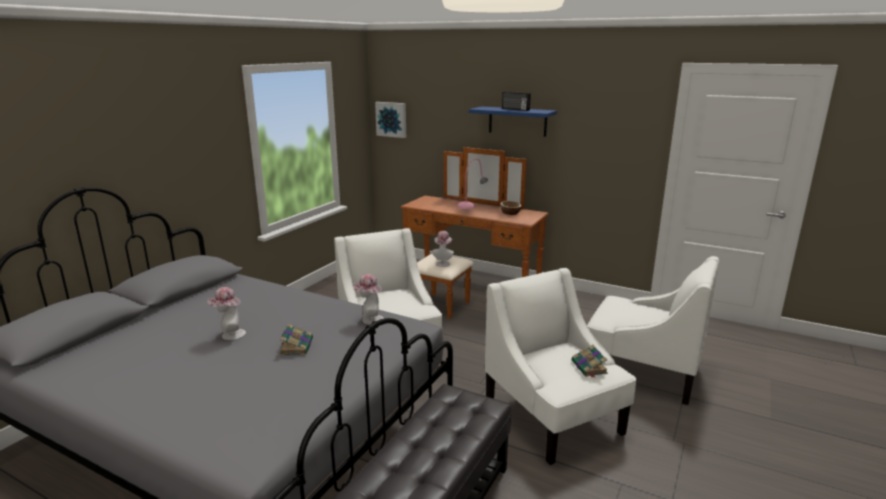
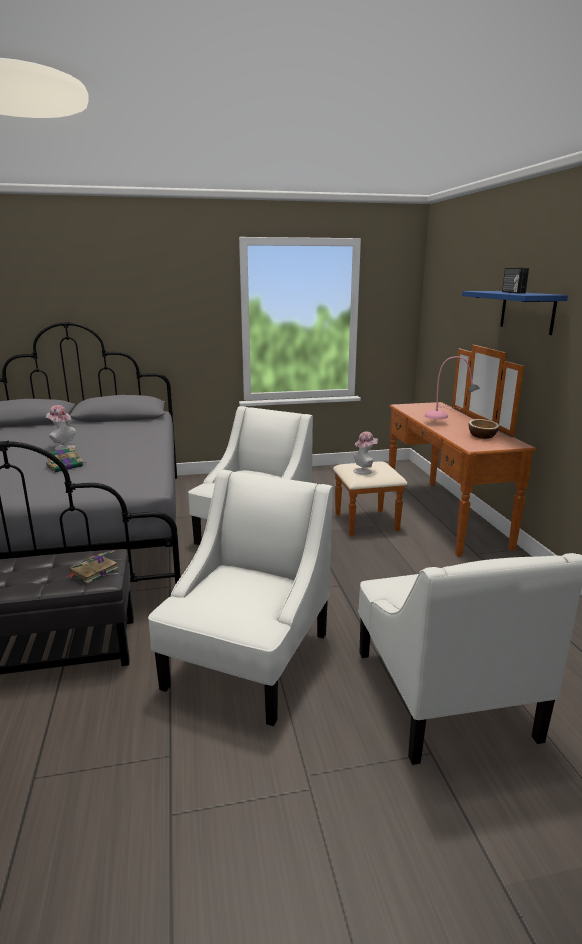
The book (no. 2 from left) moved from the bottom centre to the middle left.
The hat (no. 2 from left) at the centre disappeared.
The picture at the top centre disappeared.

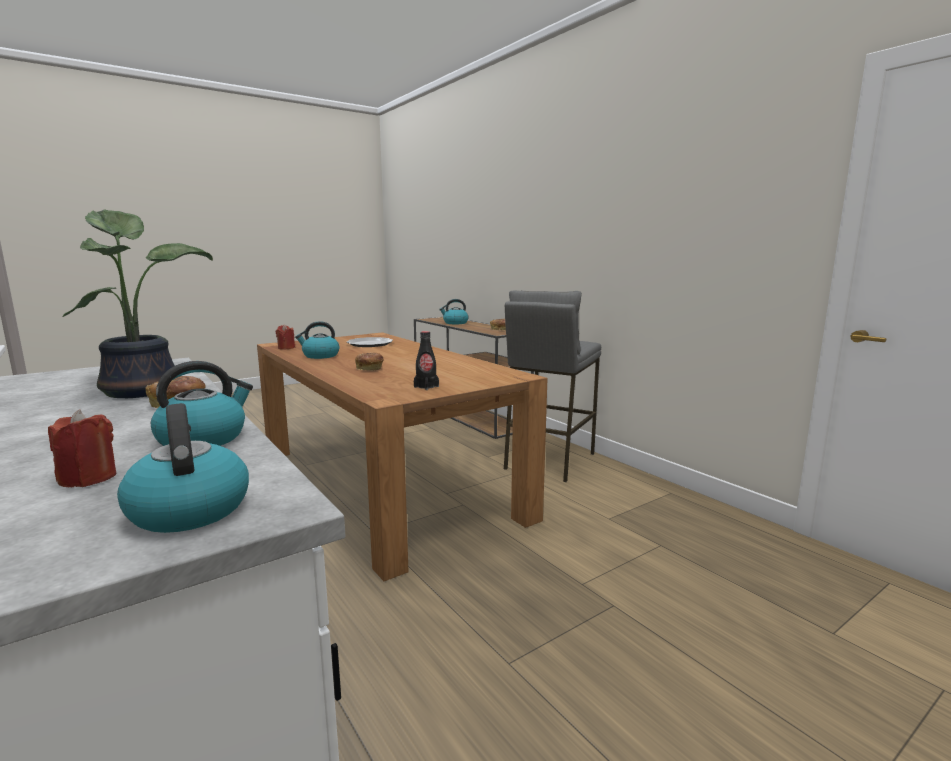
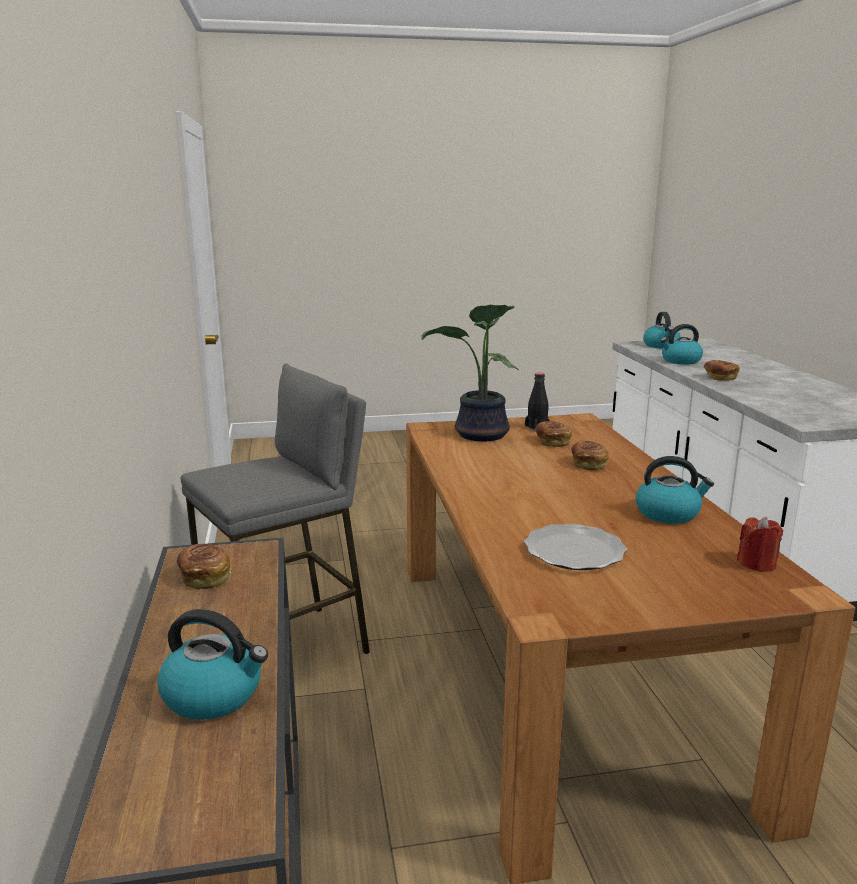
The potted plant moved from the middle left to the centre.
The bread (no. 2 from left) at the centre appeared.
The red candle (no. 1 from left) at the middle left disappeared.

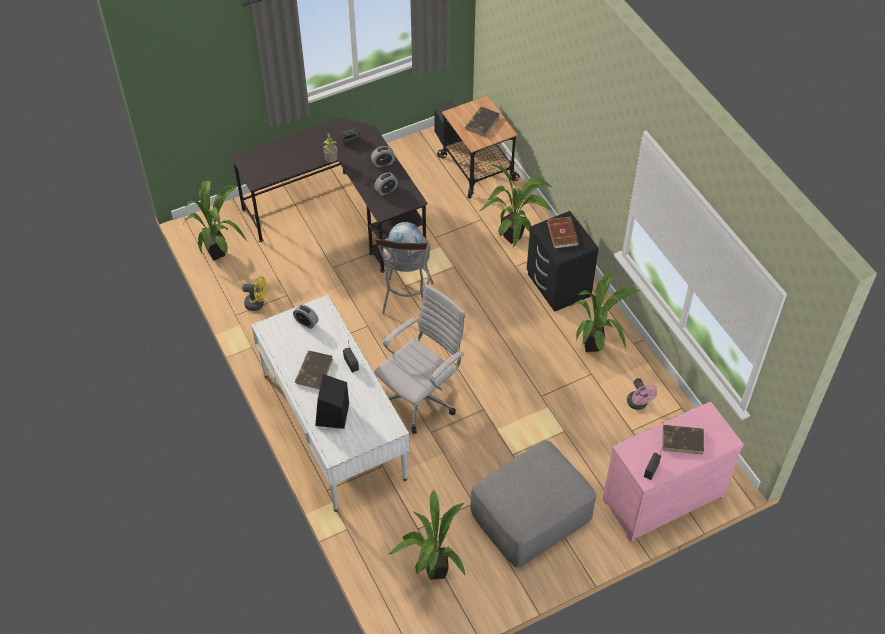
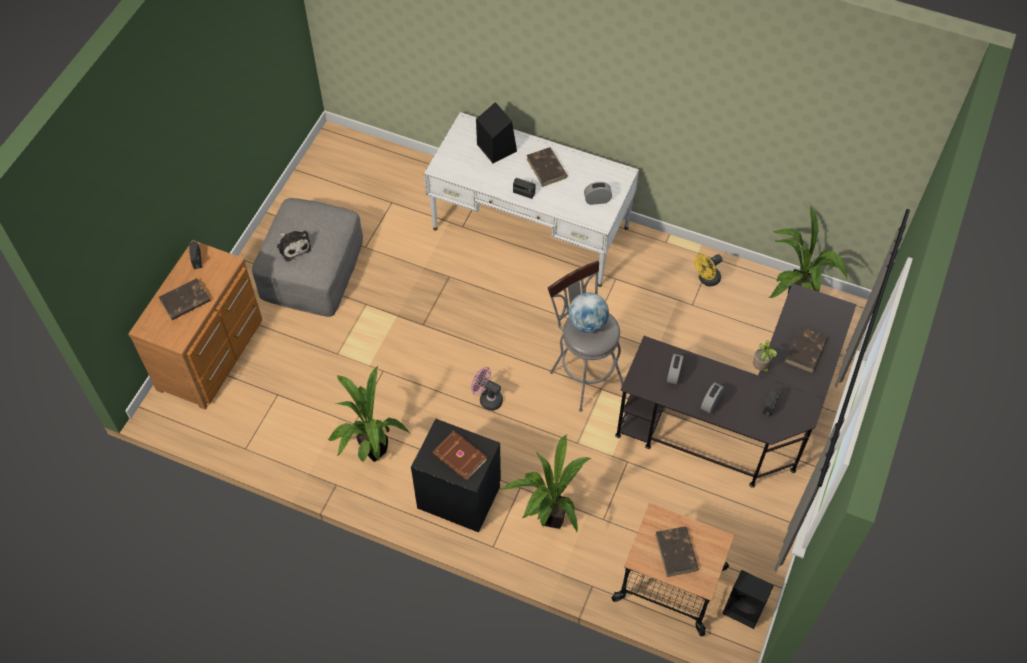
The pink dresser at the bottom right became the brown dresser at the middle left.
The plush toy at the middle left appeared.
The pink fan moved from the middle right to the centre.
The brown book (no. 5 from left) at the middle right appeared.
The white office chair at the centre disappeared.
The potted plant (no. 3 from left) at the bottom centre disappeared.

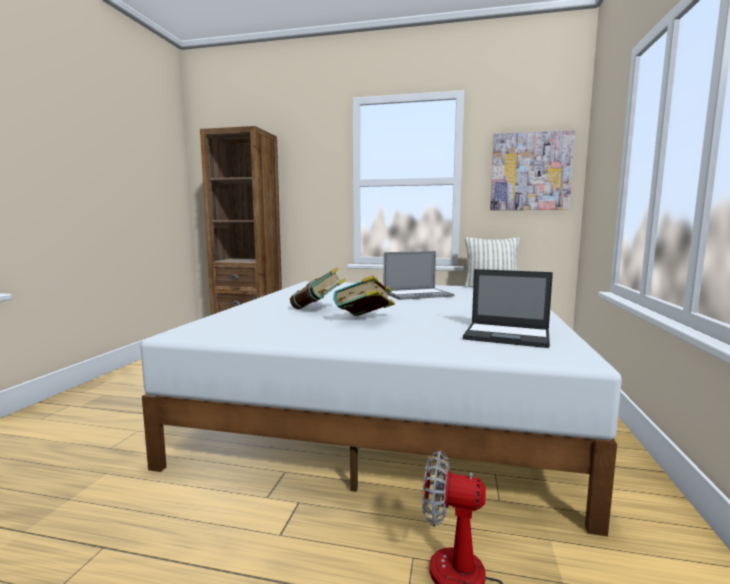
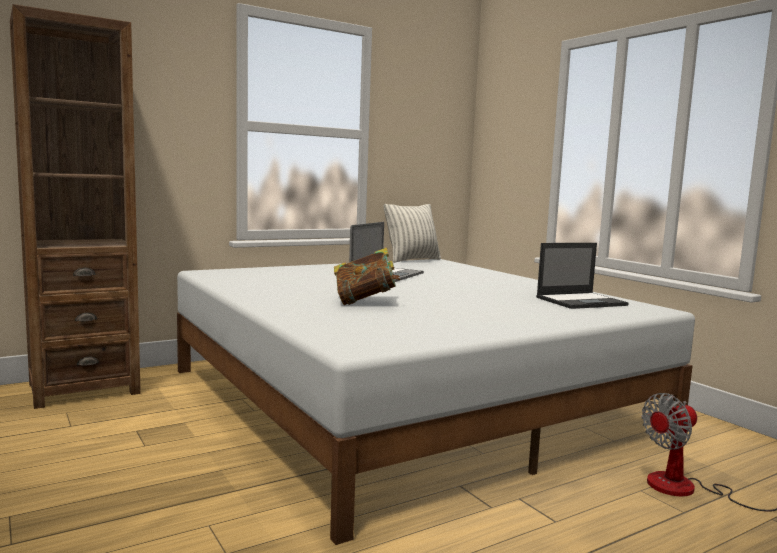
The book (no. 2 from left) at the centre disappeared.
The picture at the top right disappeared.

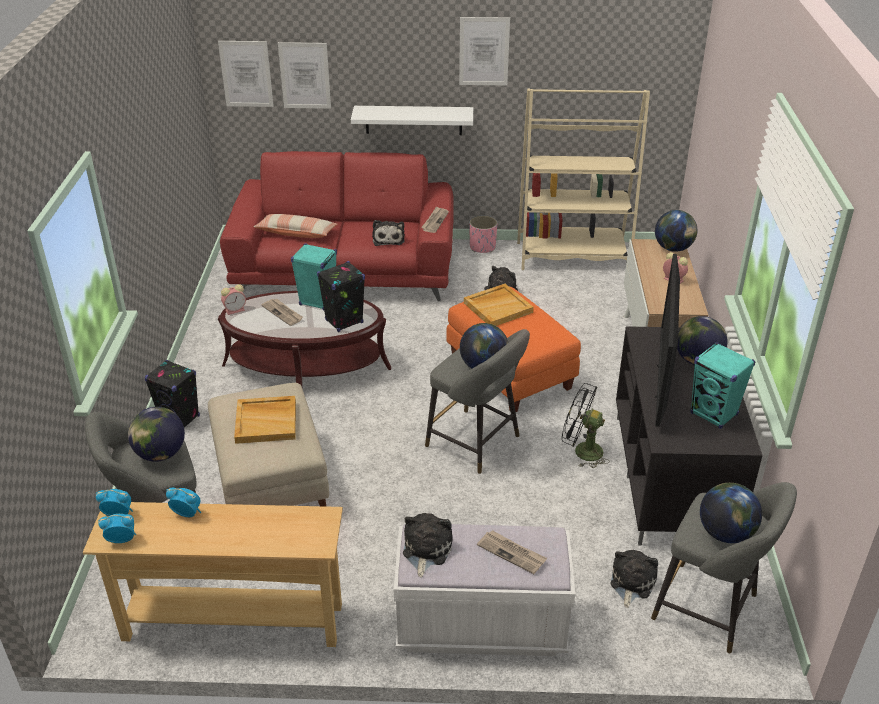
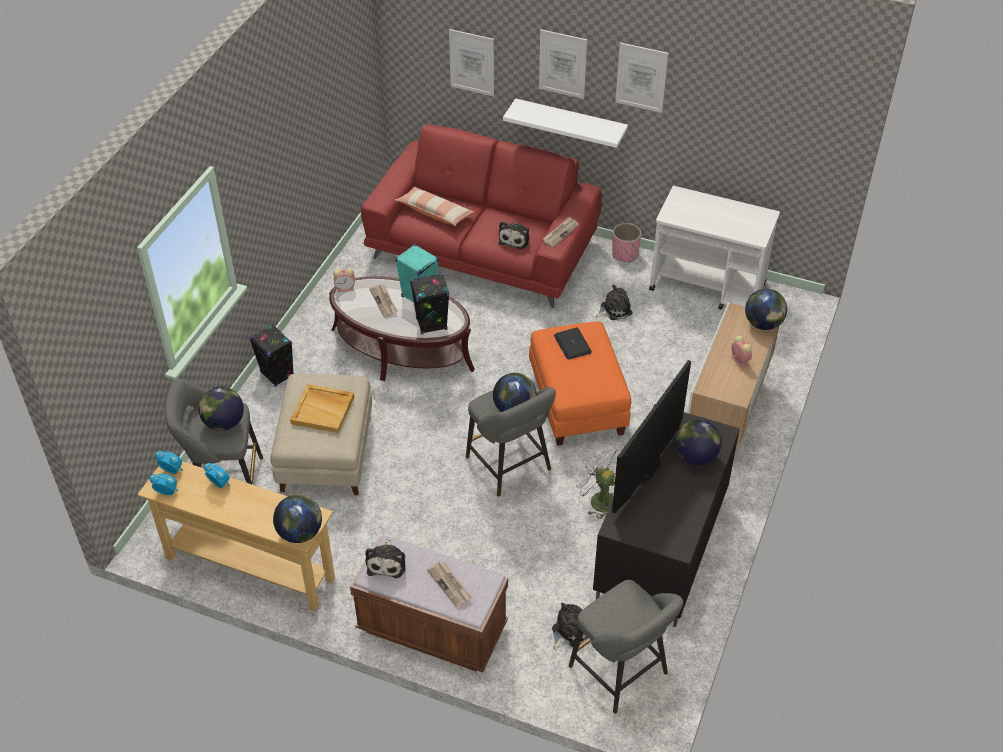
The globe (no. 5 from left in the first image) moved from the bottom right to the bottom left.
The white bench at the bottom centre became the brown bench at the bottom centre.
The plush toy (no. 2 from left in the first image) at the bottom centre turned 150 degrees clockwise.
The picture (no. 1 from left in the first image) moved from the top left to the top centre.
The beige tray (no. 2 from left) at the centre was replaced by the laptop at the centre.
The black fan at the middle right became the white fan at the centre.
The beige bookcase at the top centre was replaced by the white cart at the top right.
The turquoise speaker (no. 2 from left) at the middle right disappeared.

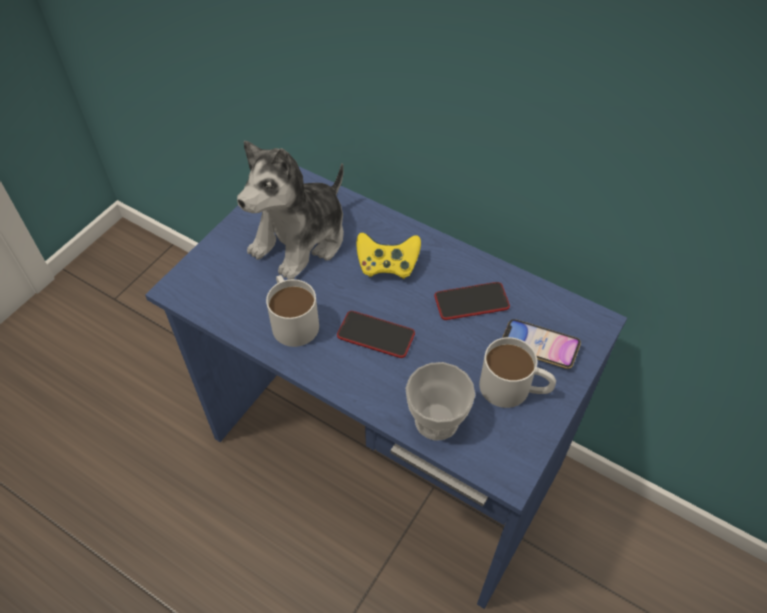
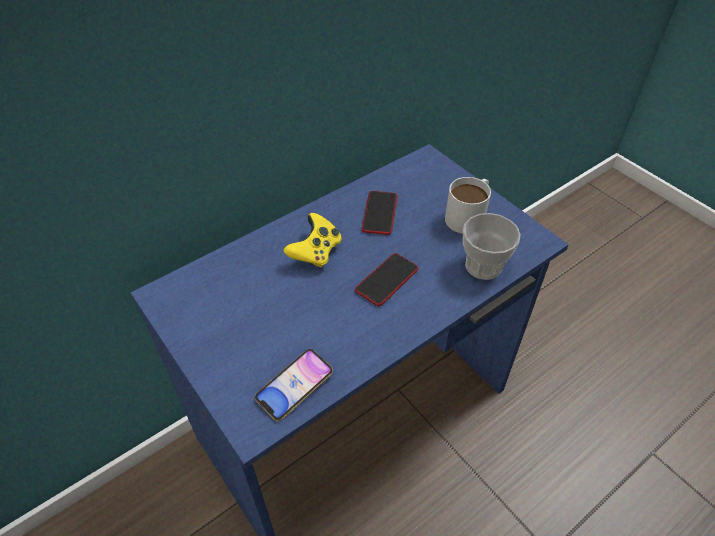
The phone (no. 3 from left in the first image) moved from the middle right to the bottom centre.
The plush toy at the centre disappeared.
The white mug (no. 1 from left) at the centre disappeared.

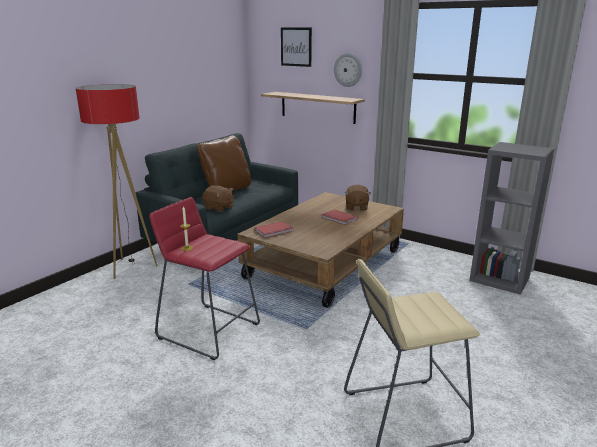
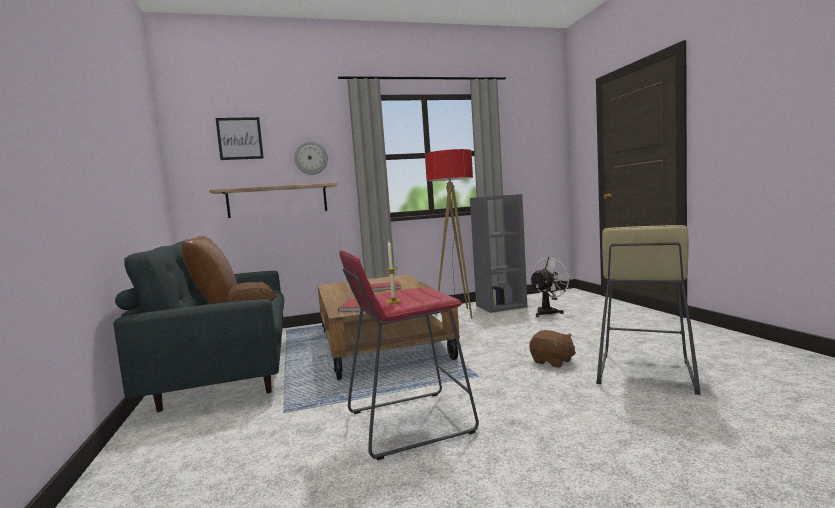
The floor lamp moved from the middle left to the centre.
The brown plush toy (no. 2 from left) moved from the centre to the bottom centre.
The white fan at the centre appeared.

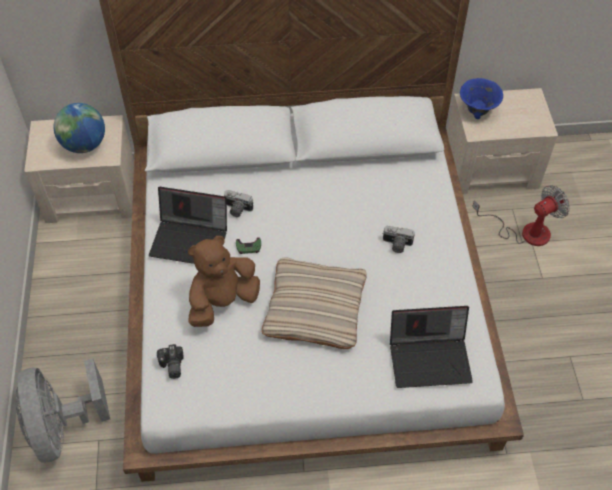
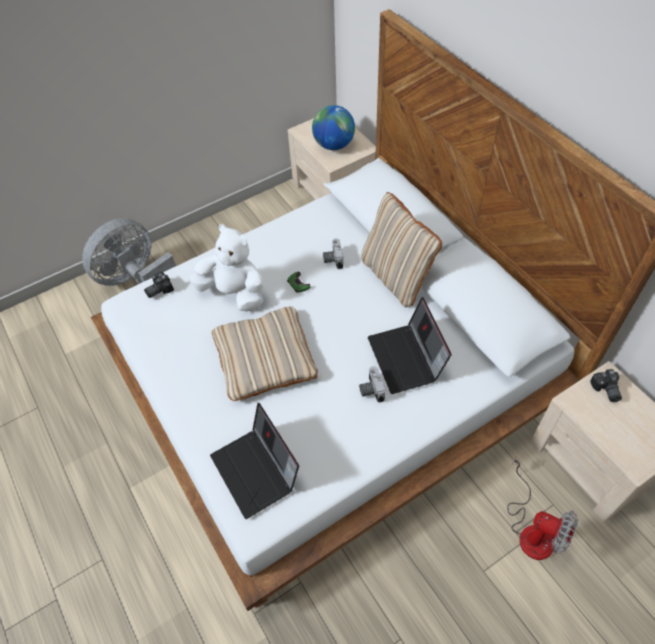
The brown plush toy at the centre became the white plush toy at the centre.
The beige pillow (no. 2 from left) at the centre appeared.
The laptop (no. 1 from left in the first image) moved from the middle left to the centre.
The blue bowl at the top right was replaced by the photo camera (no. 4 from left) at the middle right.

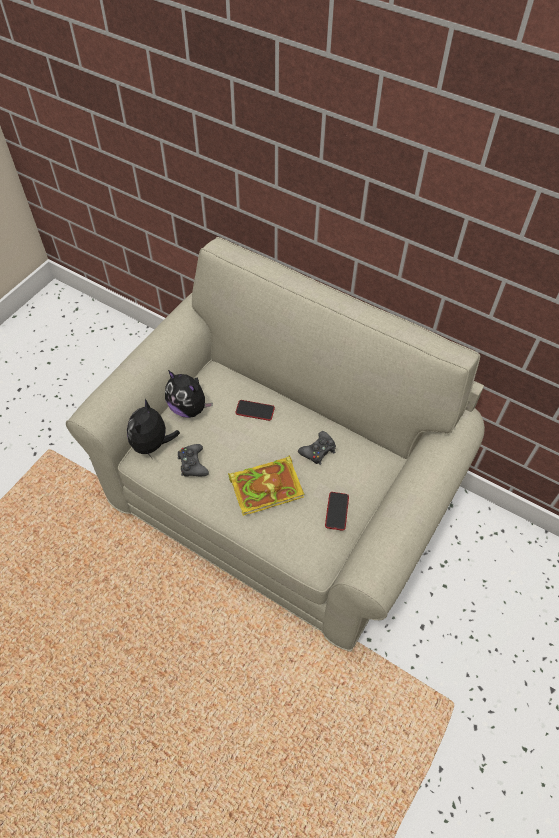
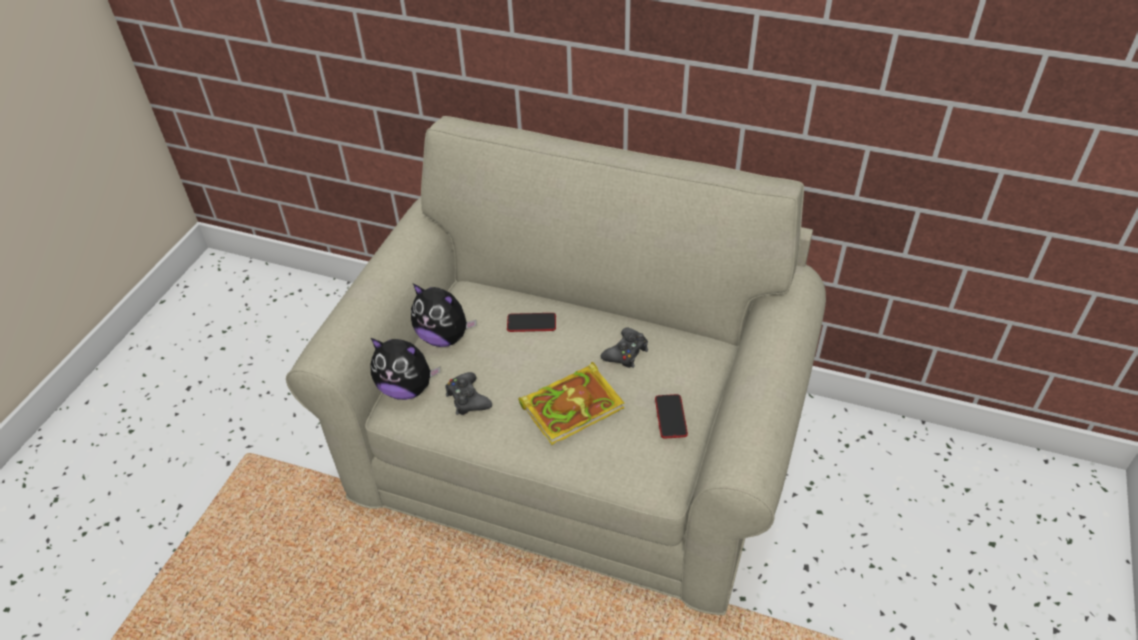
The plush toy (no. 1 from left) at the middle left turned 75 degrees counterclockwise.

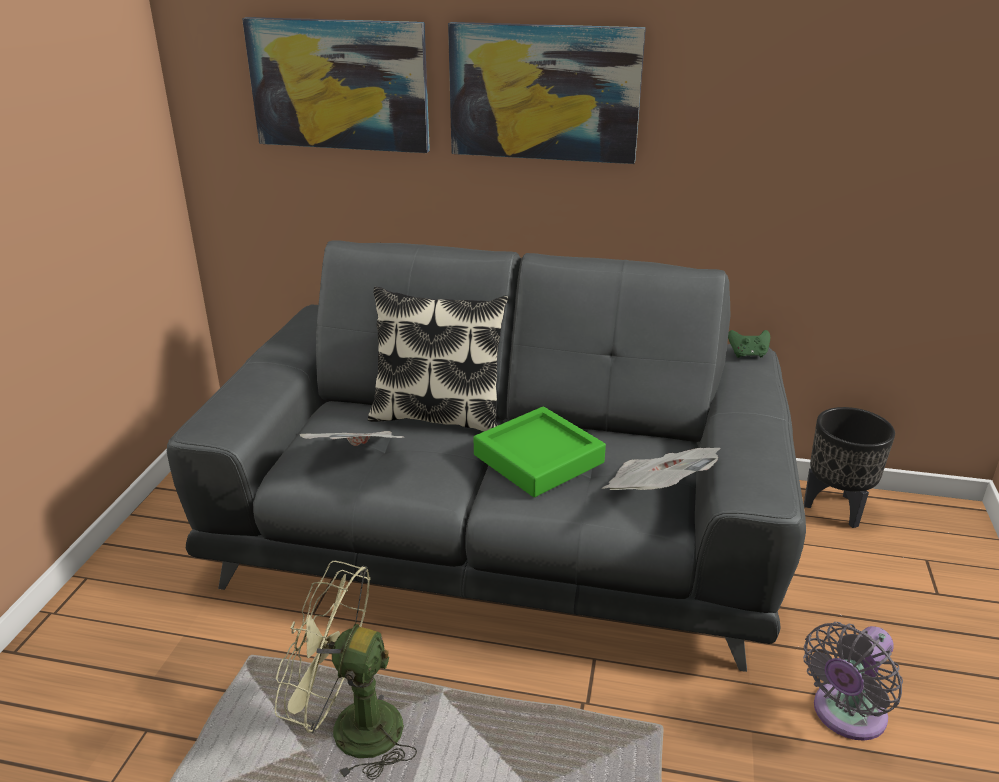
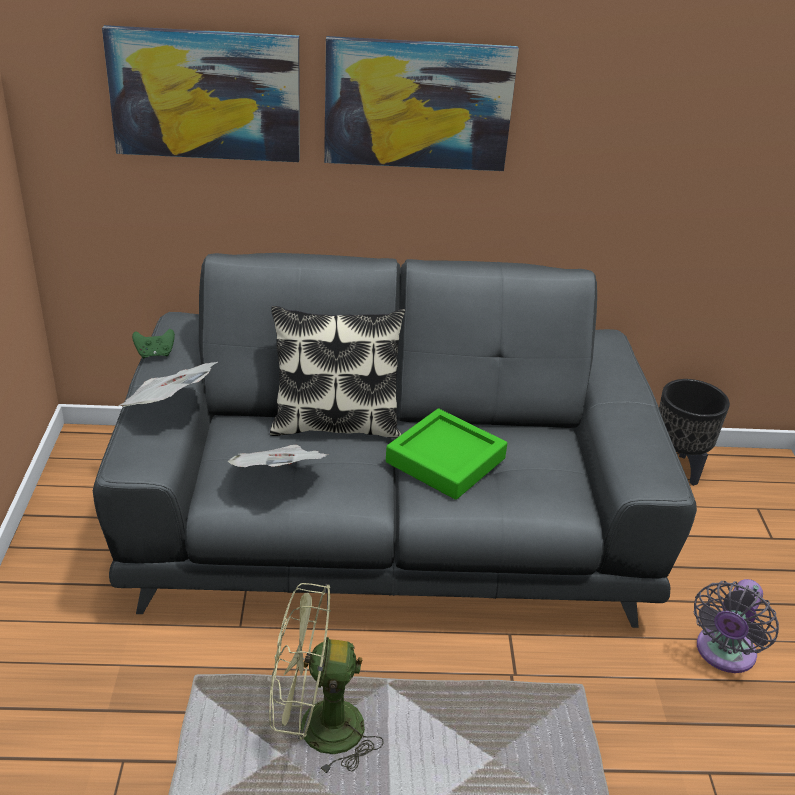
The newspaper (no. 2 from left in the first image) moved from the centre to the middle left.
The green game controller moved from the middle right to the middle left.

